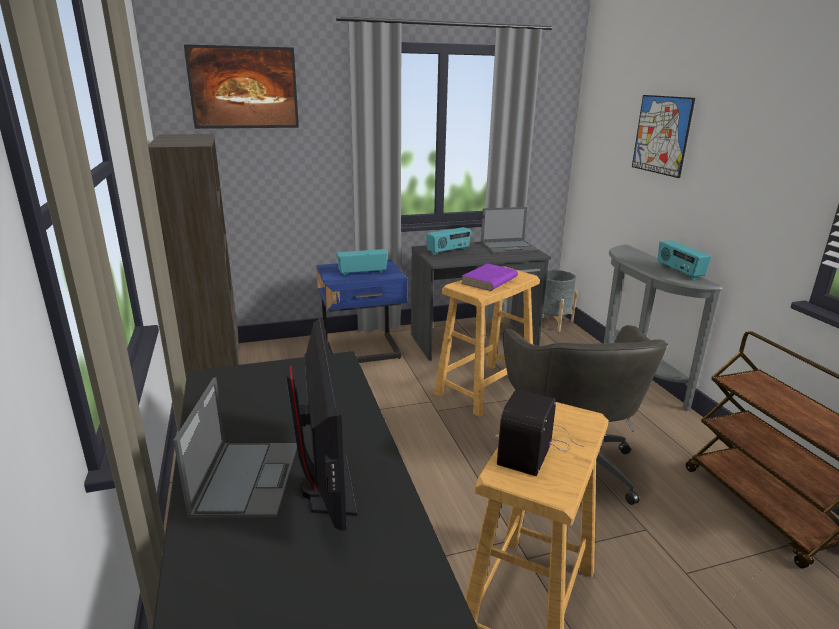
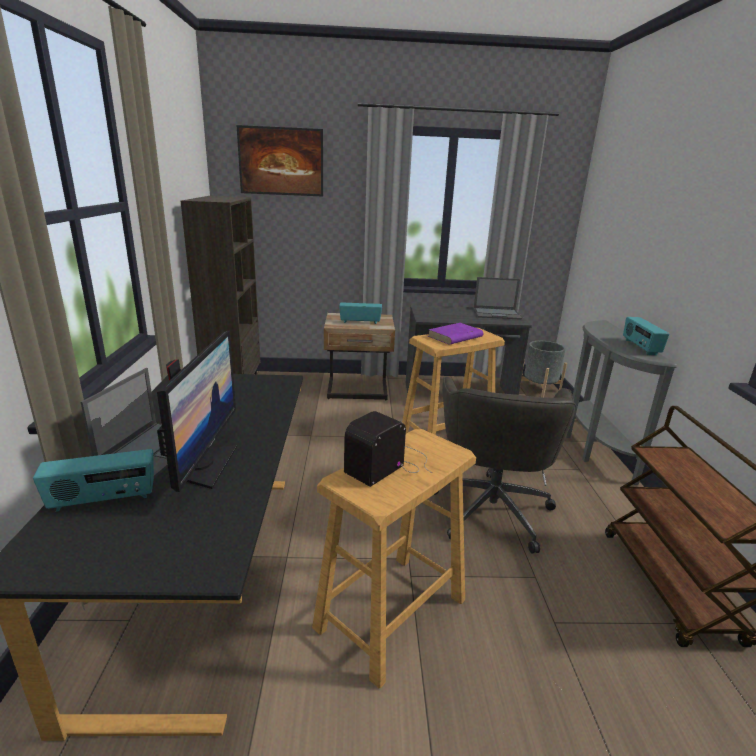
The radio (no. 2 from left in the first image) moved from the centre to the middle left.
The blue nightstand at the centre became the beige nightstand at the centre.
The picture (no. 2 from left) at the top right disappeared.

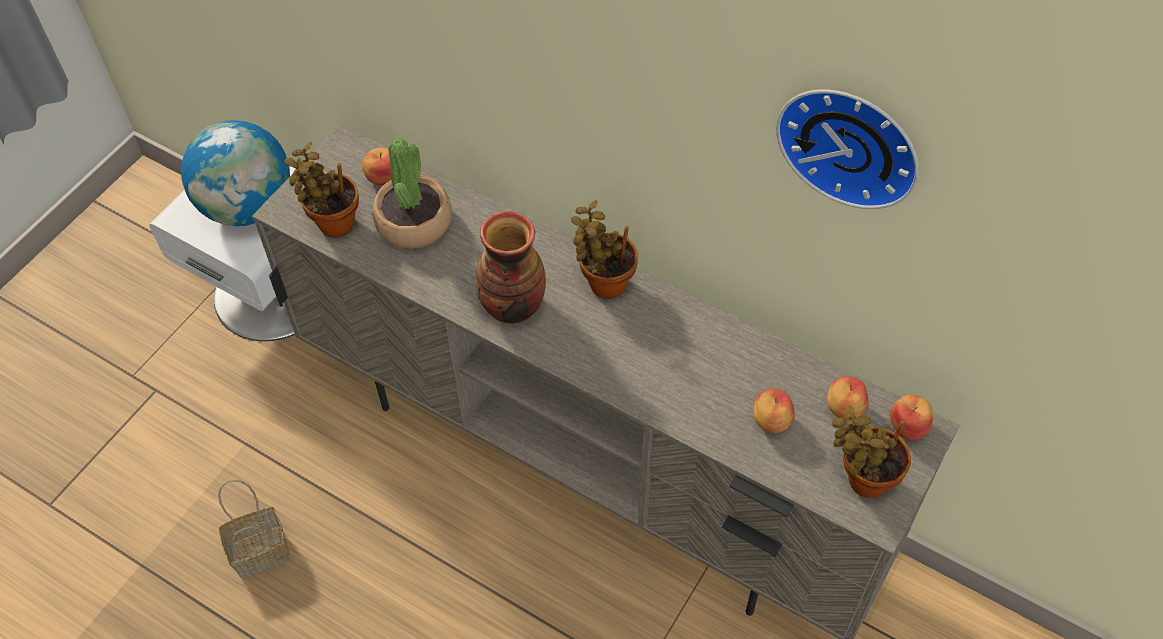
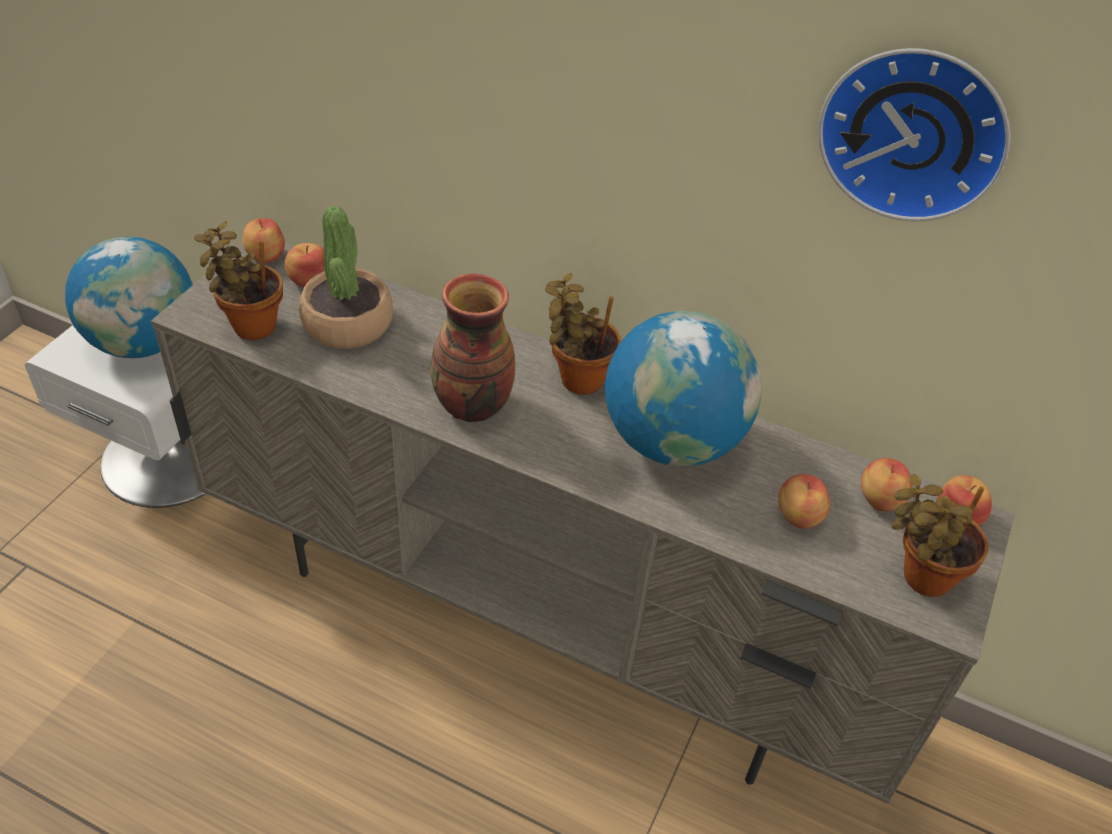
The apple (no. 1 from left) at the top left appeared.
The globe (no. 2 from left) at the centre appeared.
The basket at the bottom left disappeared.

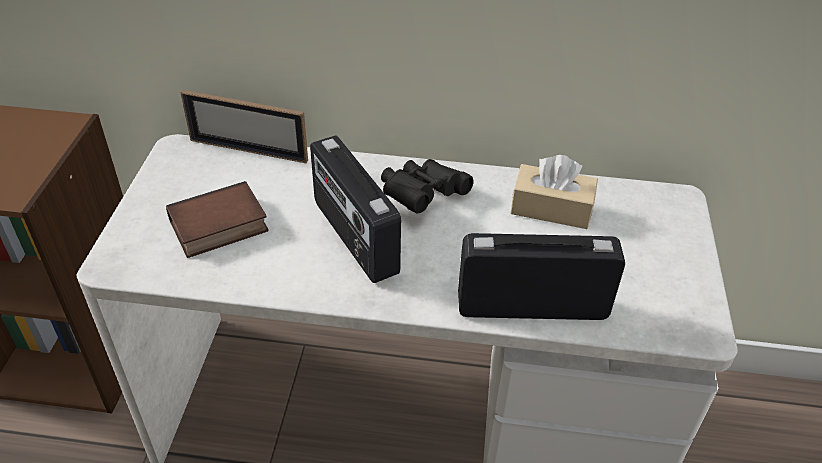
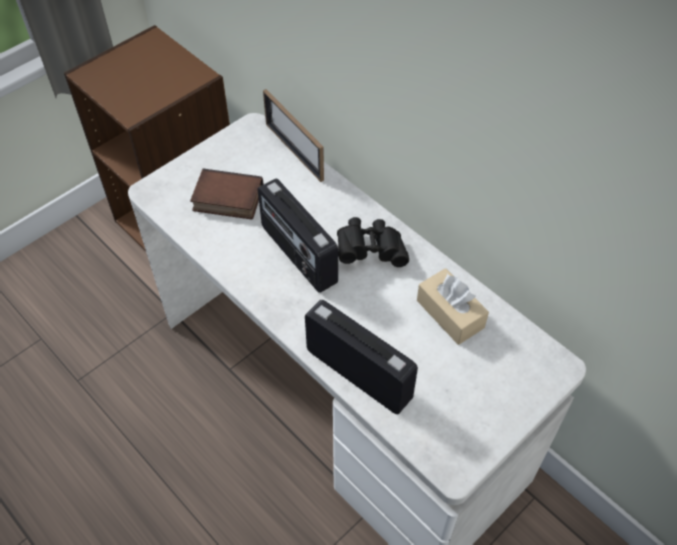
The radio (no. 1 from left) at the centre turned 45 degrees counterclockwise.

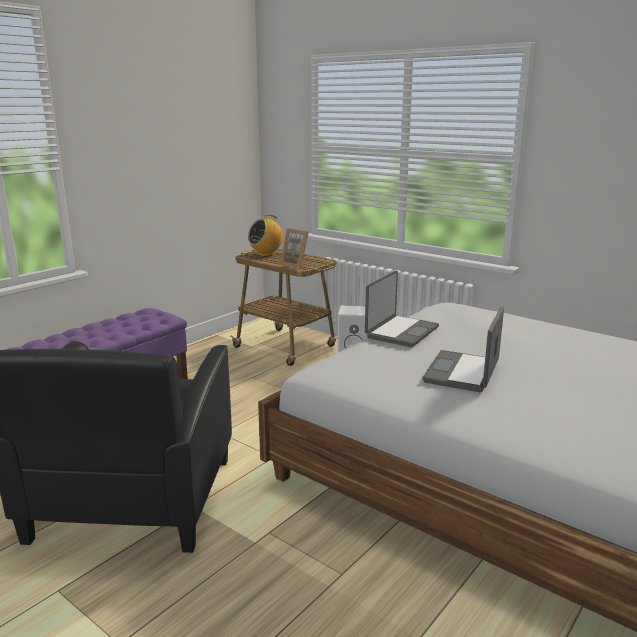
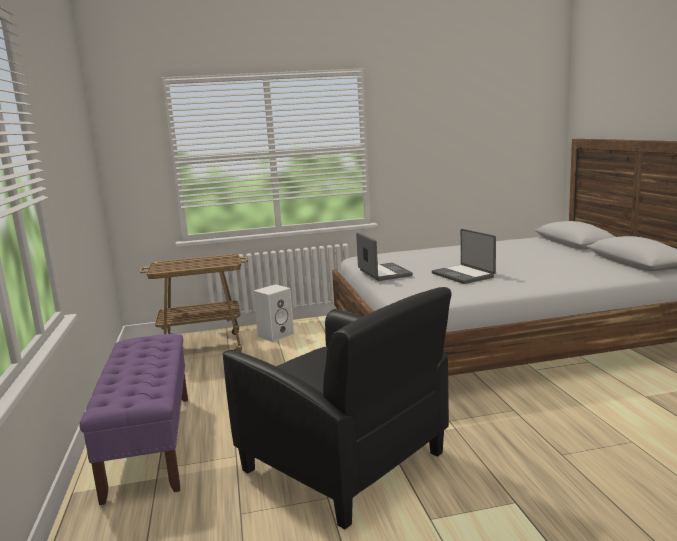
The radio at the centre disappeared.
The picture frame at the centre disappeared.

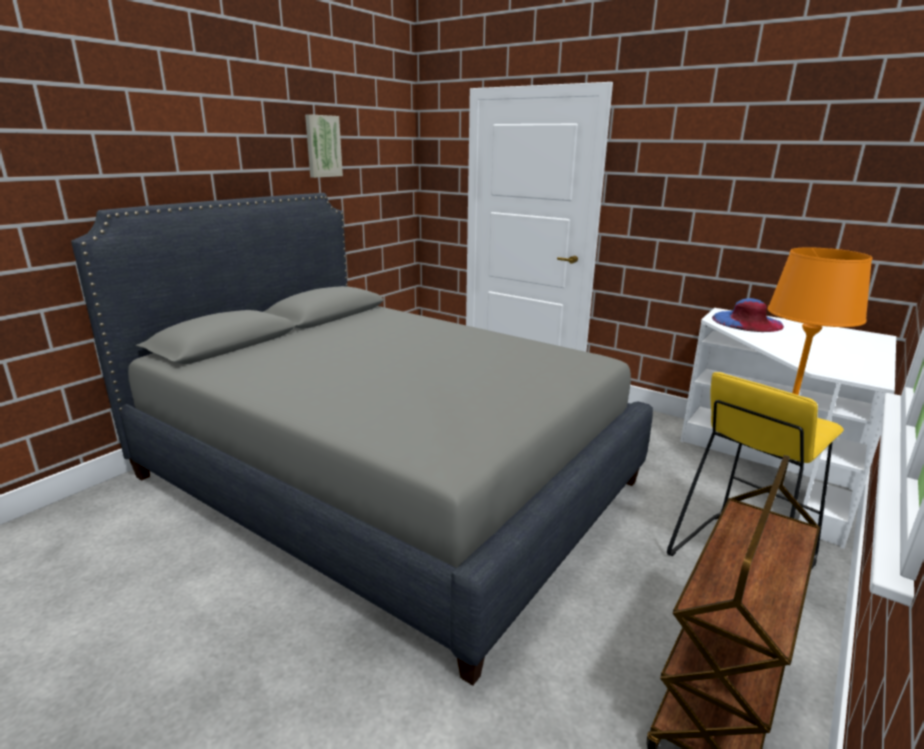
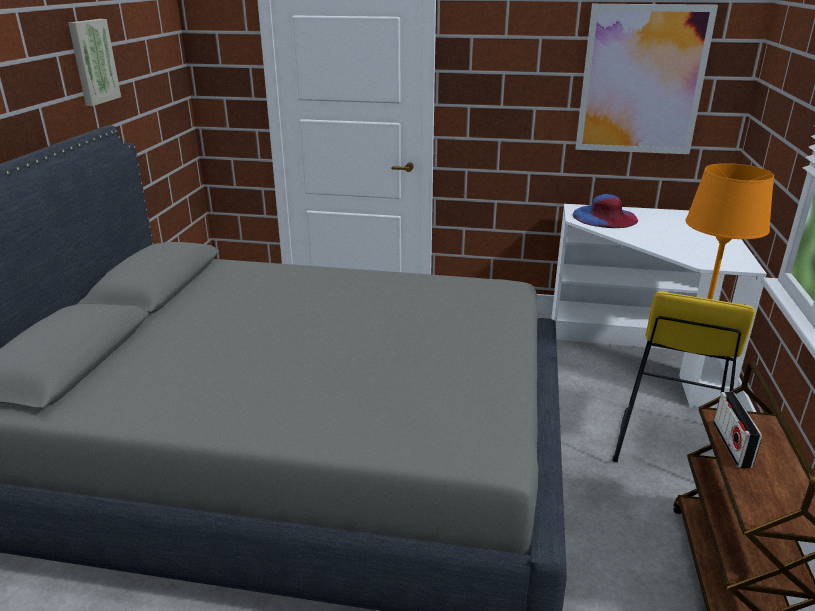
The picture (no. 2 from left) at the top right appeared.
The radio at the bottom right appeared.

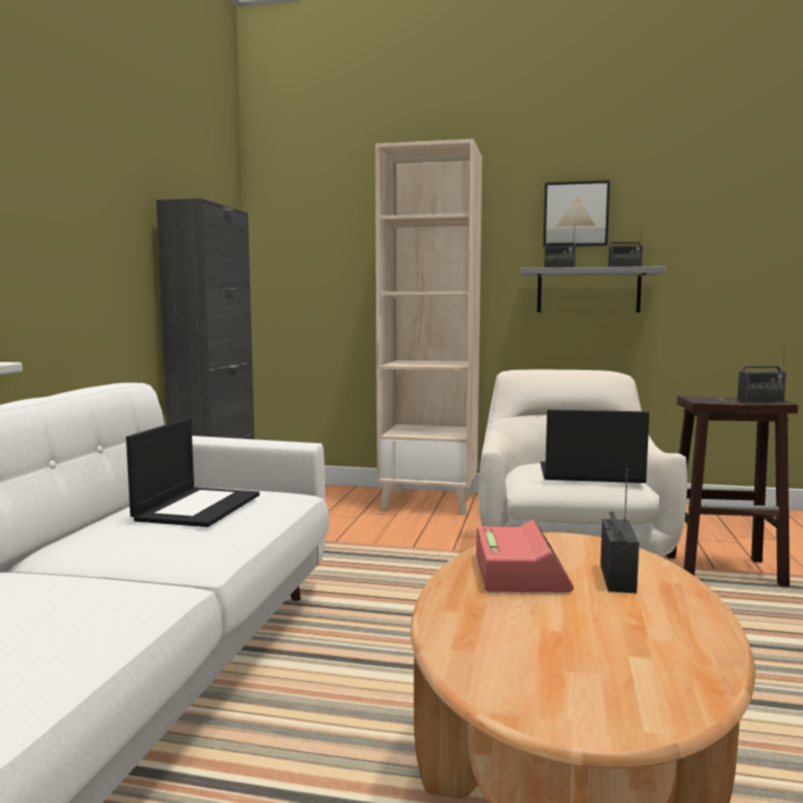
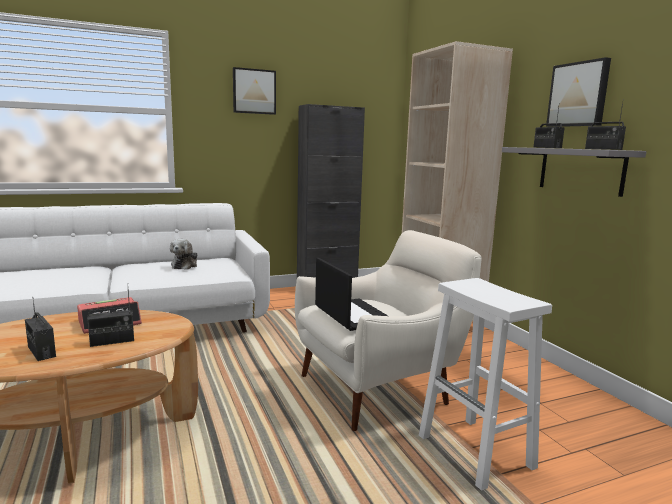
The radio (no. 4 from left in the first image) moved from the middle right to the middle left.
The laptop (no. 1 from left) at the middle left was replaced by the plush toy at the middle left.
The picture (no. 1 from left) at the top centre appeared.
The brown stool at the middle right became the white stool at the bottom right.

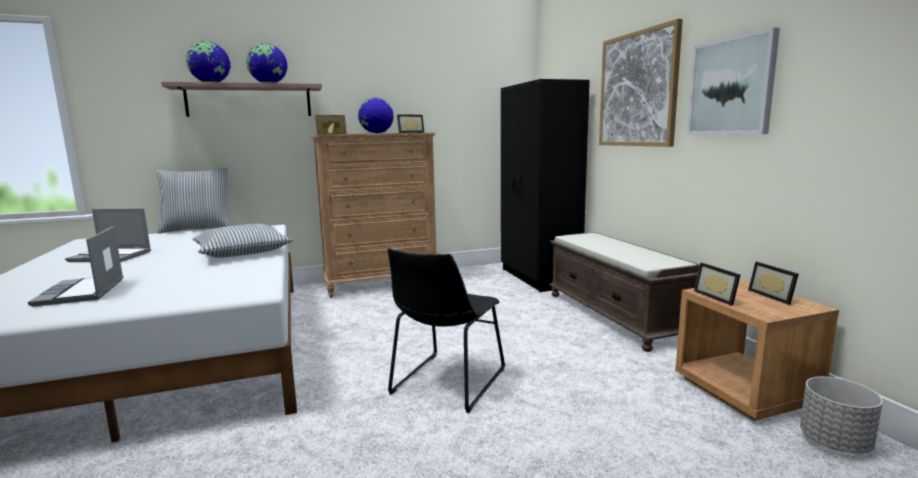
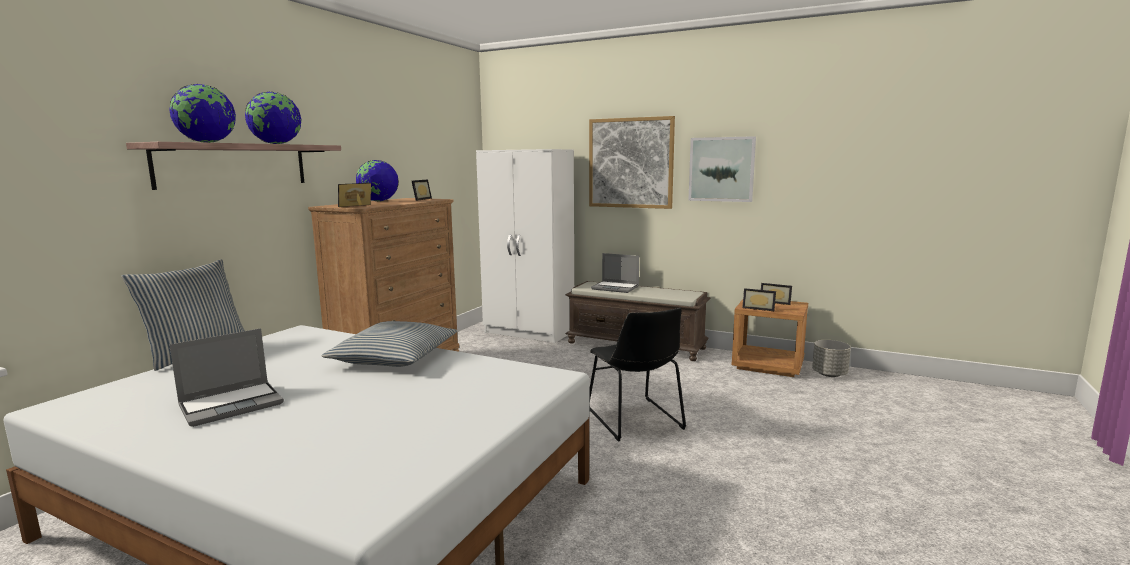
The black wardrobe at the centre became the white wardrobe at the centre.
The laptop (no. 1 from left in the first image) moved from the middle left to the centre.

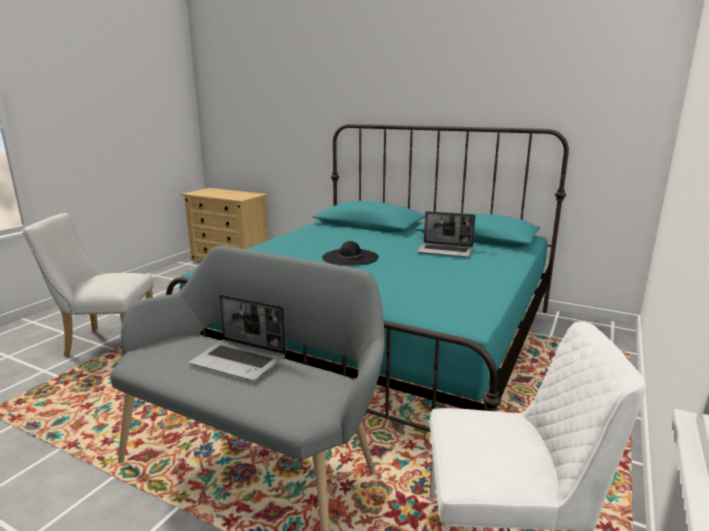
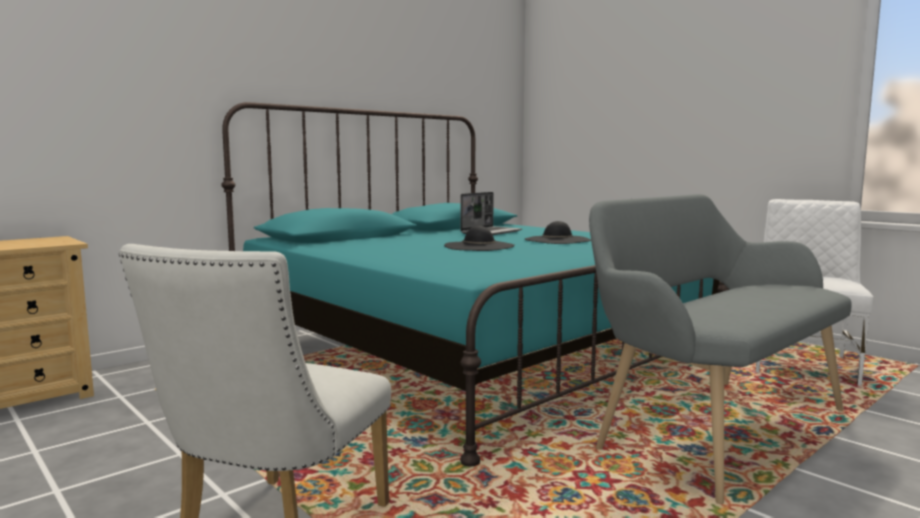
The black hat (no. 2 from left) at the centre appeared.
The laptop (no. 1 from left) at the centre disappeared.

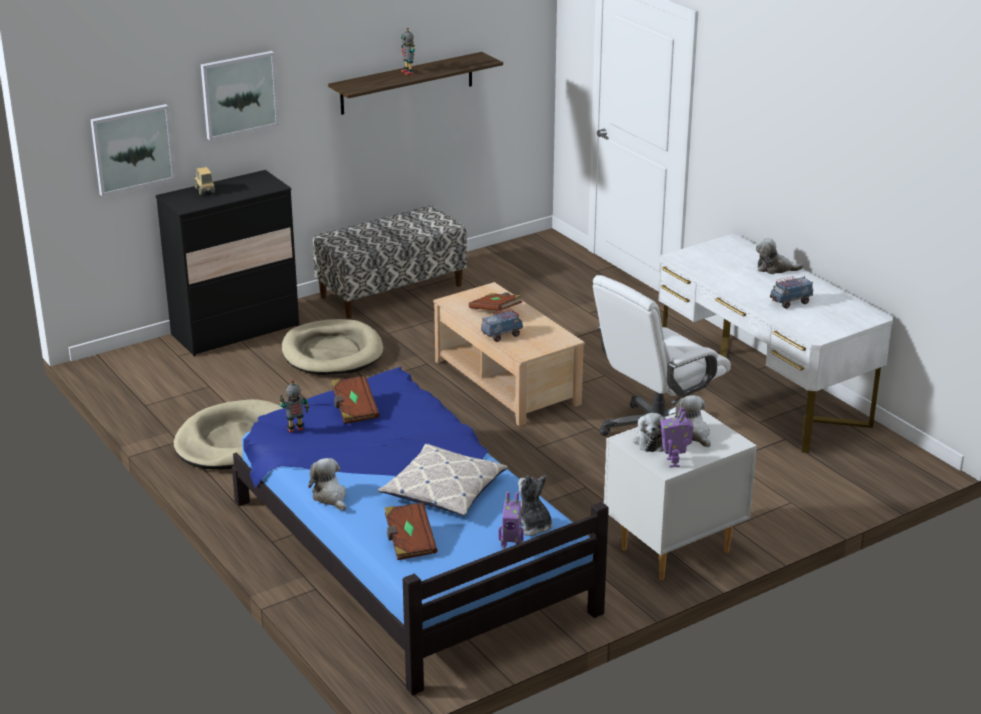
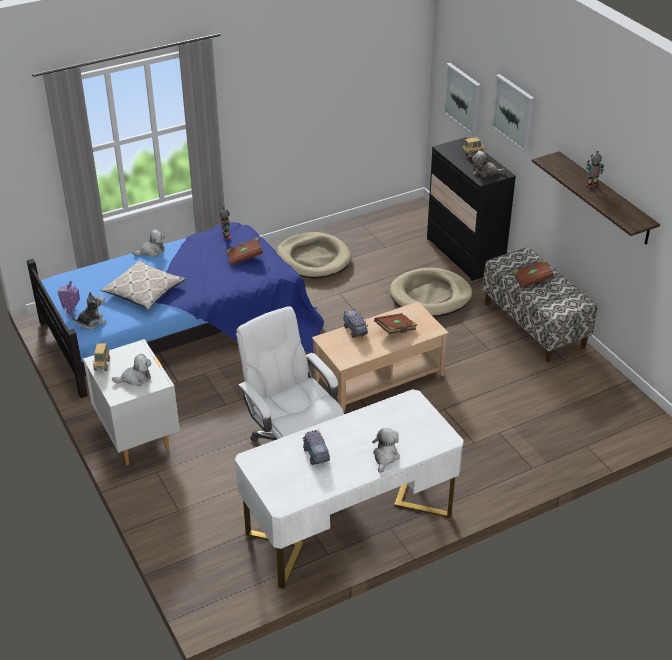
The toy robot (no. 4 from left) at the middle right was replaced by the toy truck (no. 1 from left) at the middle left.
The plush toy (no. 3 from left in the first image) moved from the centre to the top right.
The brown book (no. 2 from left in the first image) moved from the bottom centre to the middle right.

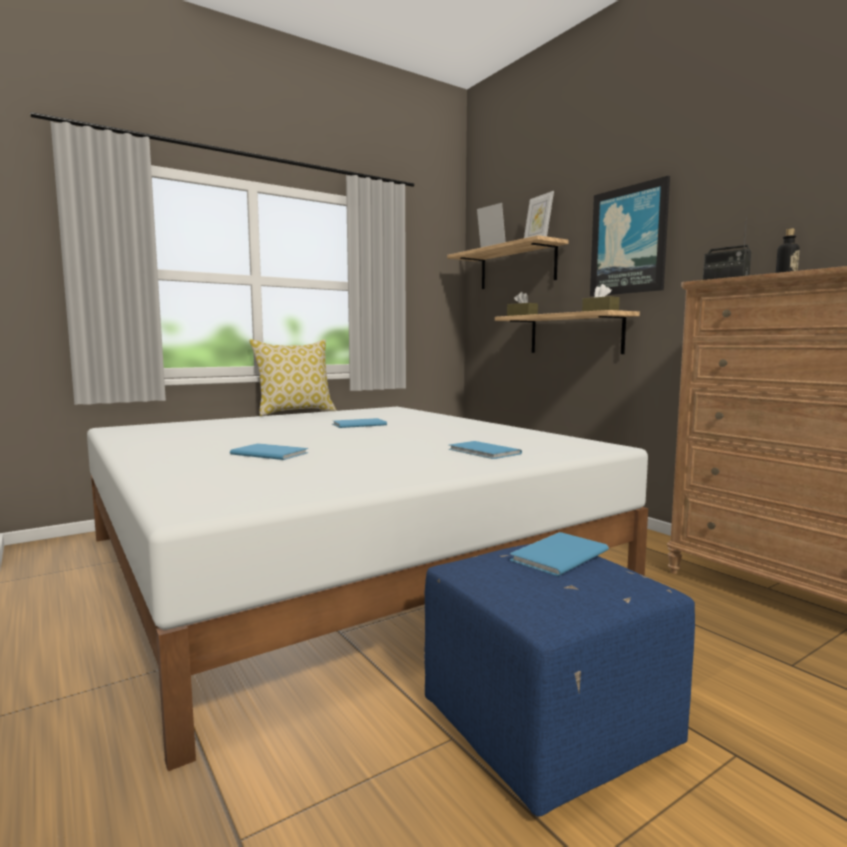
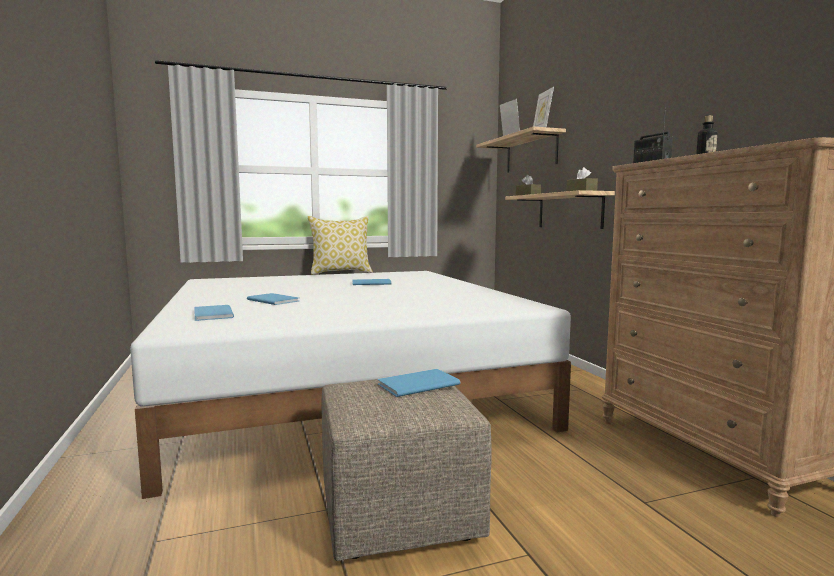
The blue book (no. 3 from left in the first image) moved from the centre to the middle left.
The blue ottoman at the bottom centre became the beige ottoman at the bottom centre.
The picture at the top right disappeared.

